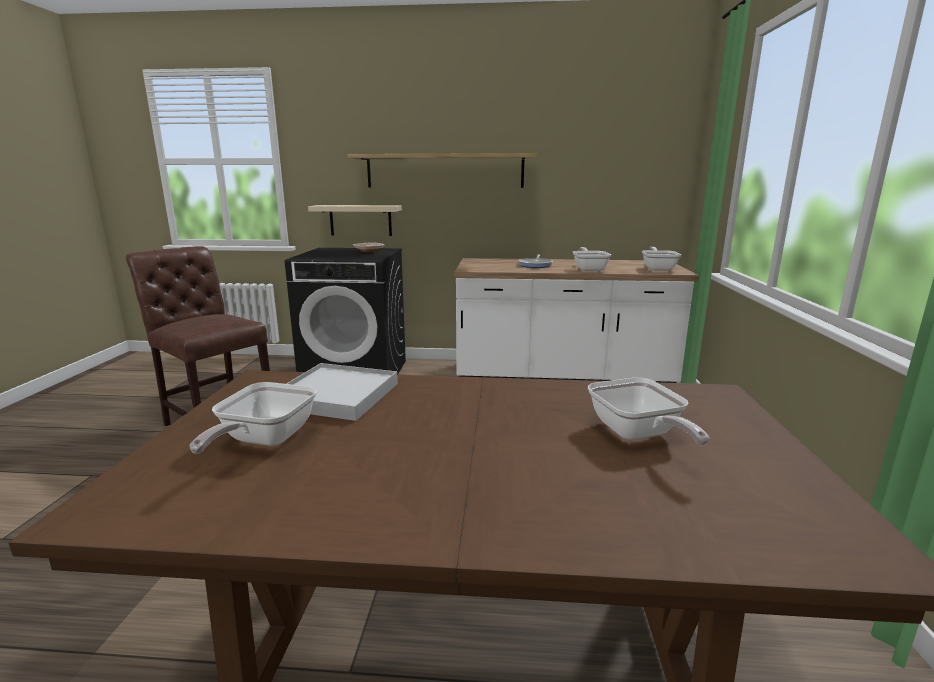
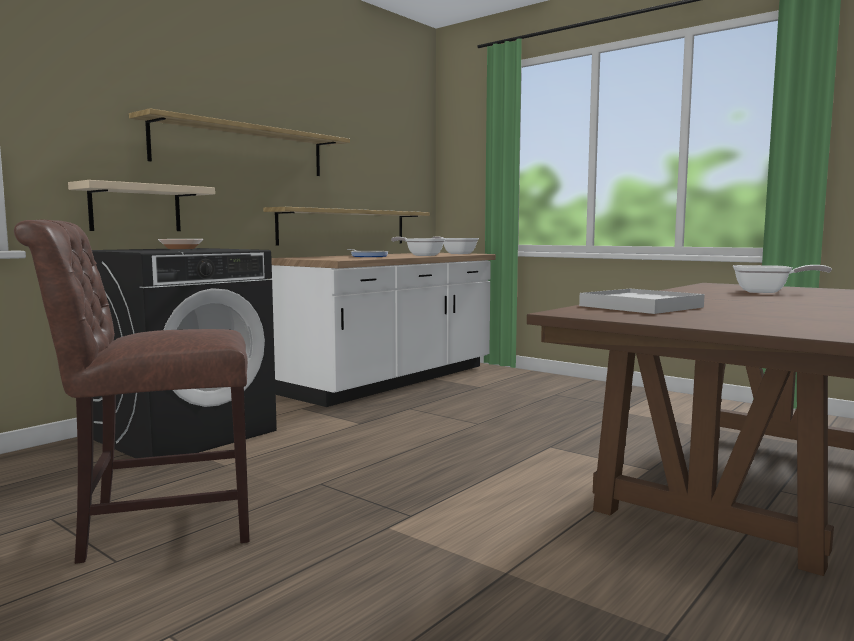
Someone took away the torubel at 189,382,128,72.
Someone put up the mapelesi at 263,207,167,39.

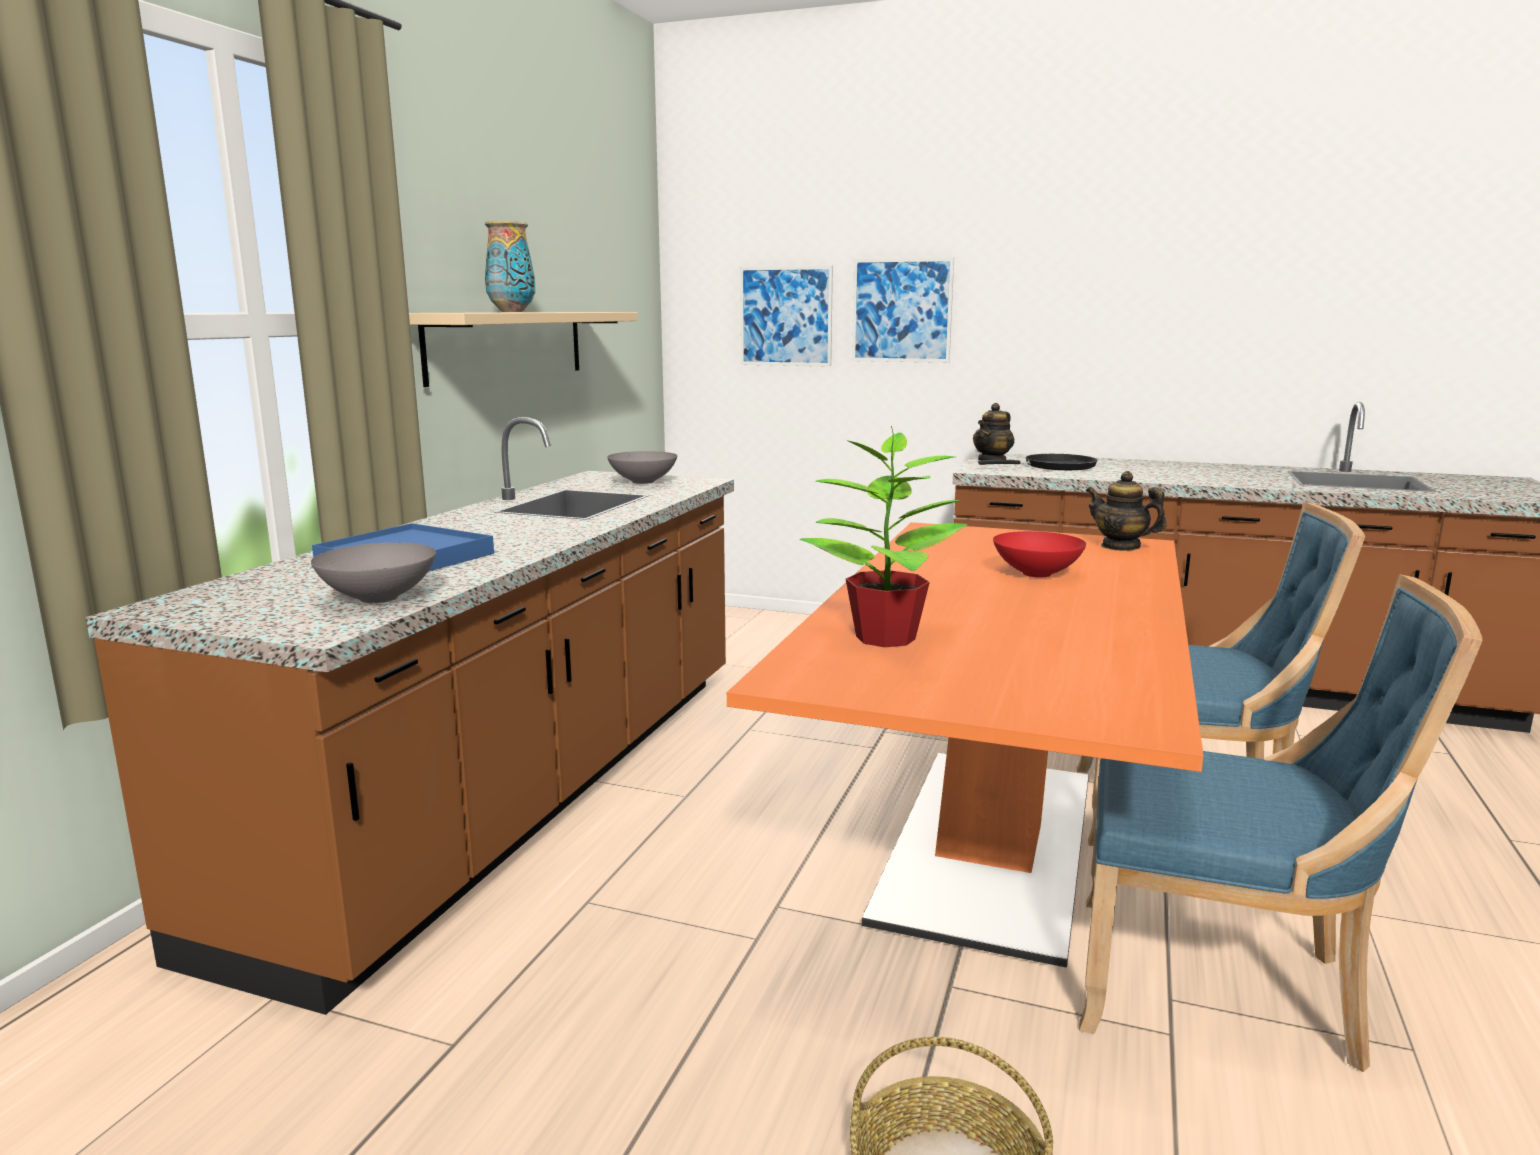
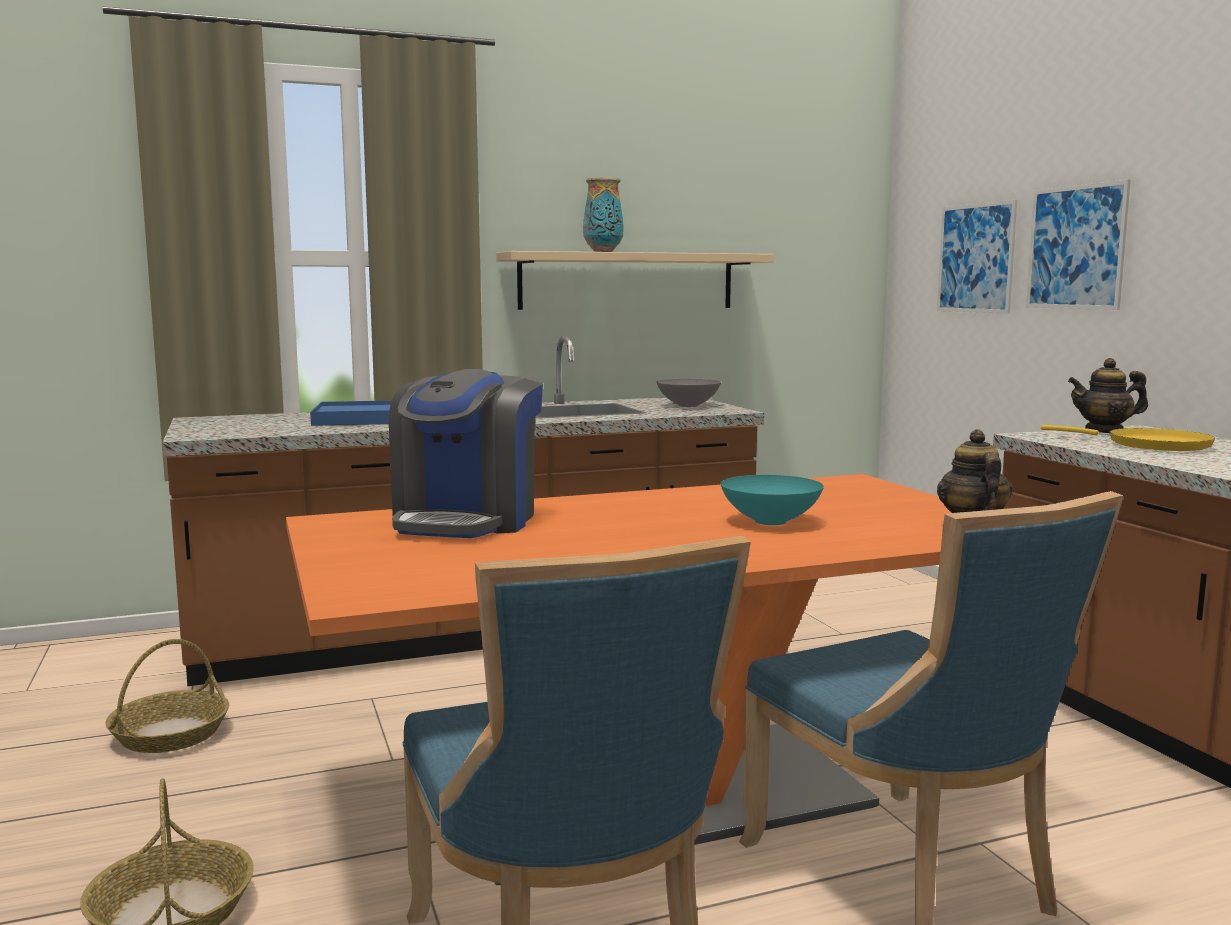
Someone took away the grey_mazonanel at 311,543,125,60.
Someone swapped the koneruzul at 800,426,168,221 for the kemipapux at 389,369,154,169.
Someone repainted the black_torubel at 978,454,119,16, which became the yellow_torubel at 1041,425,174,26.
Someone repainted the red_mazonanel at 993,531,93,46, which became the turquoise_mazonanel at 721,475,103,50.
Someone put down the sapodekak at 105,639,124,114.

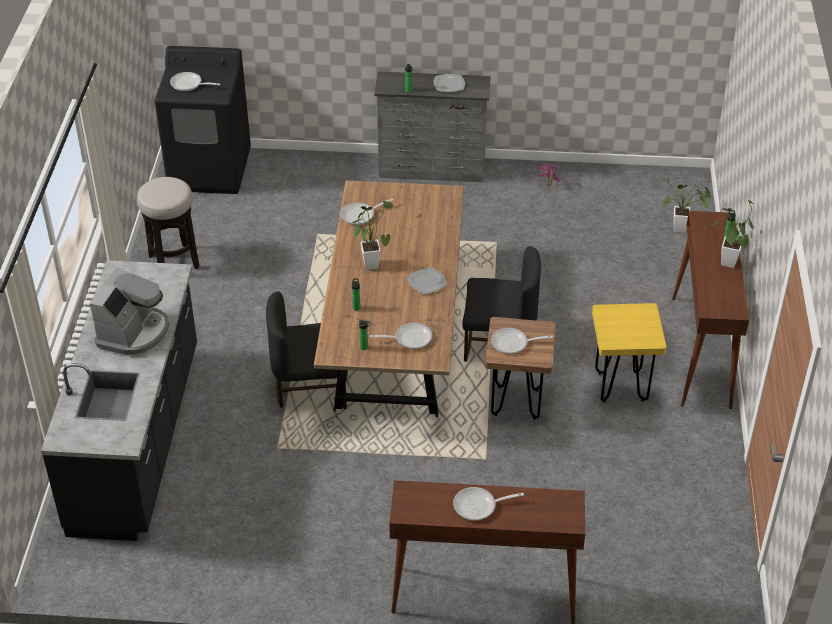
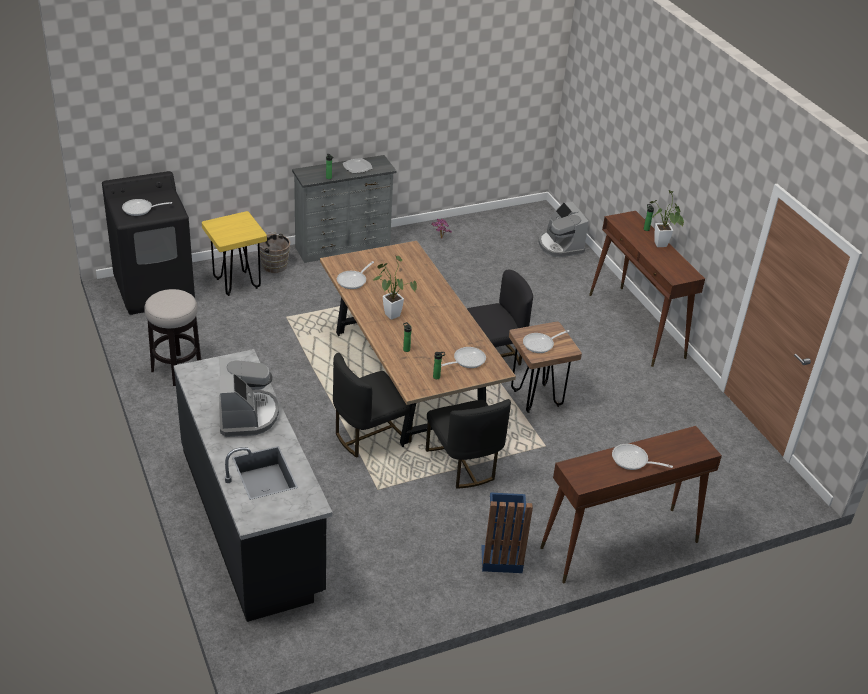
Someone took away the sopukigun at 407,267,40,27.
Someone rotated the torubel at 453,487,71,34 by 60 degrees clockwise.
Someone carried the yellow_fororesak from 592,303,75,99 to 202,211,65,85.
Someone swapped the koneruzul at 660,178,51,54 for the kemipapux at 539,202,50,55.
Someone put down the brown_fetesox at 256,232,34,41.
Someone put down the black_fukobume at 426,399,85,90.
Someone put down the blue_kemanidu at 481,492,52,81.

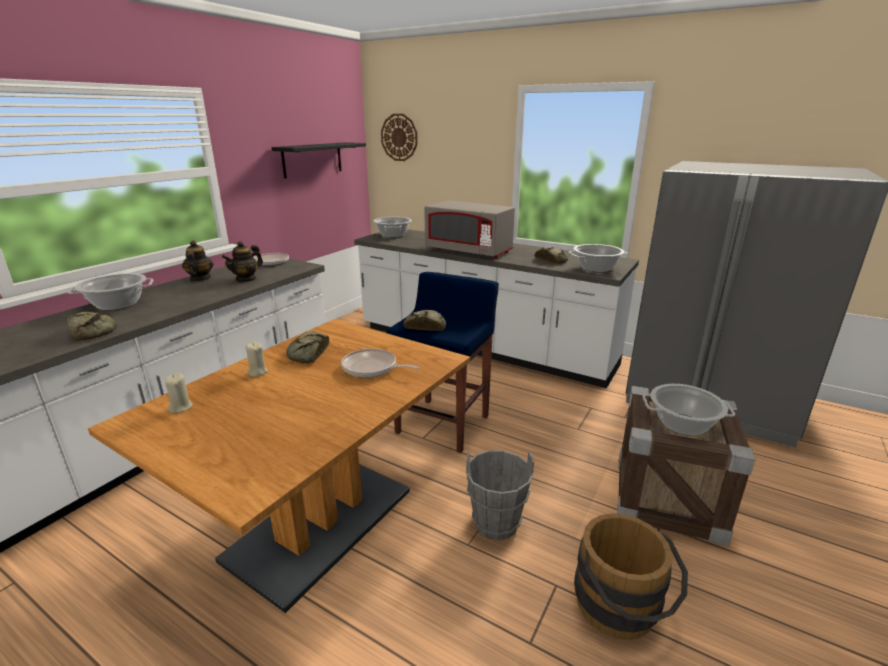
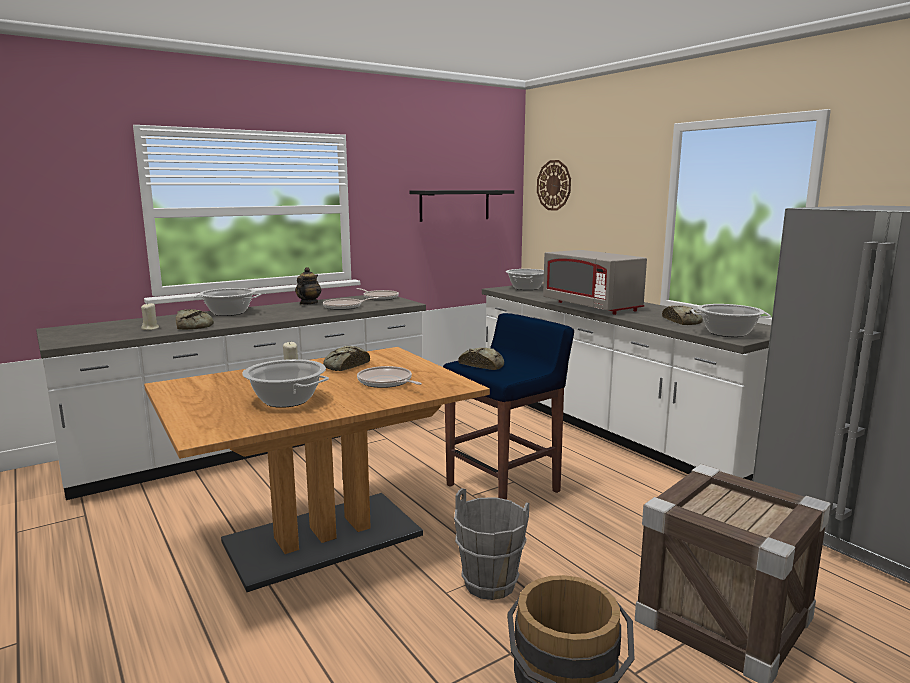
Someone carried the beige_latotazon from 165,373,28,40 to 141,303,18,27.
Someone swapped the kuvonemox at 222,241,41,41 for the torubel at 323,297,55,13.
Someone carried the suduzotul from 643,384,92,51 to 243,359,86,49.

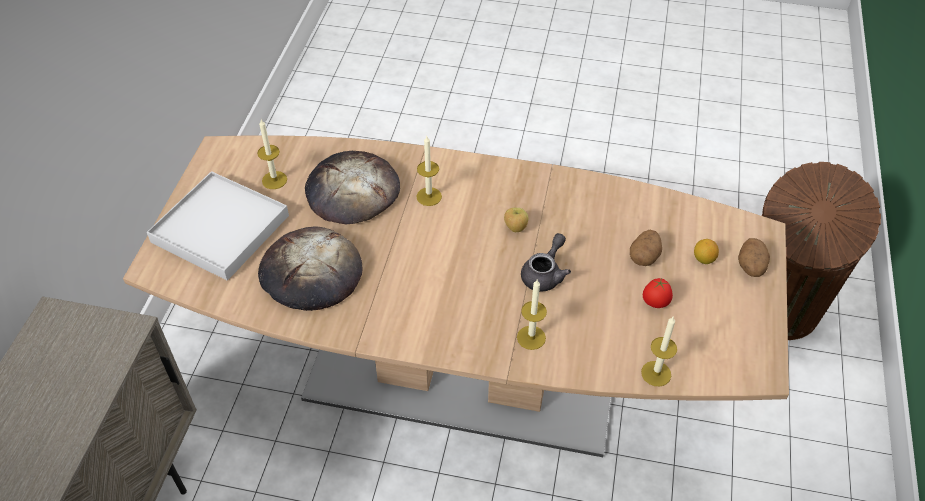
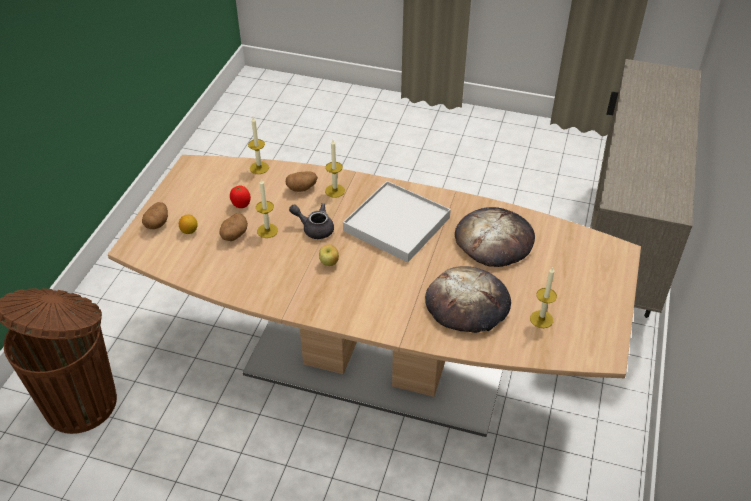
Someone carried the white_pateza from 147,171,142,110 to 343,181,108,81.
Someone carried the latotazon from 416,136,26,70 to 256,179,22,59.
Someone rotated the grey_kuvonemox at 521,233,50,58 by 75 degrees clockwise.
Someone put down the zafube at 286,171,32,21.

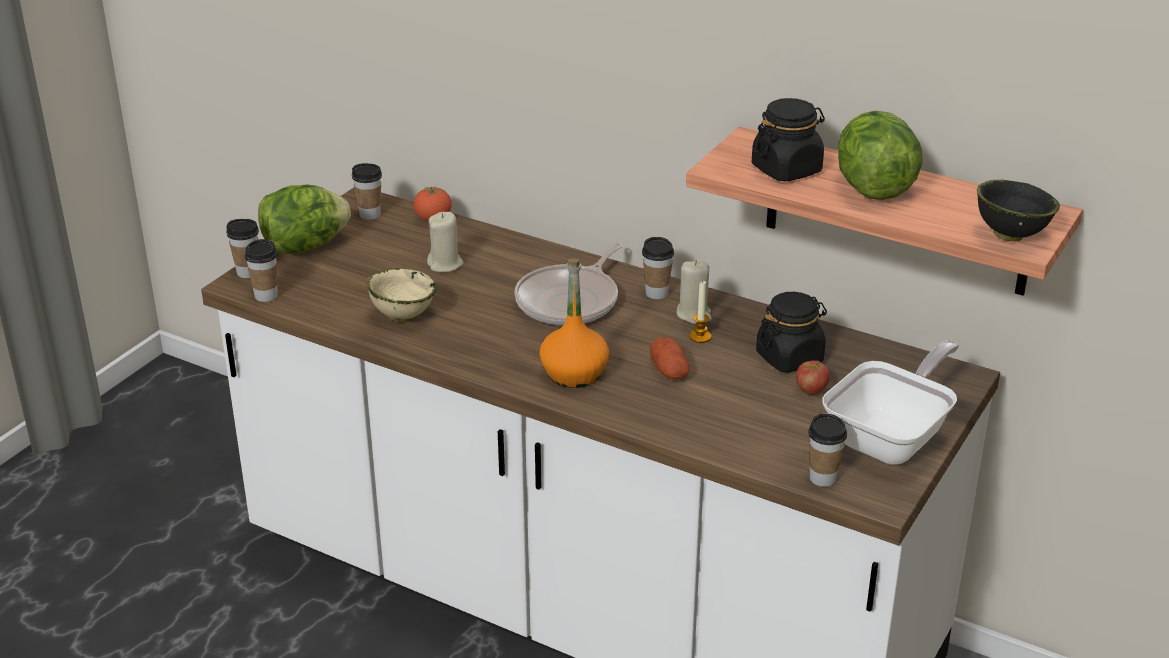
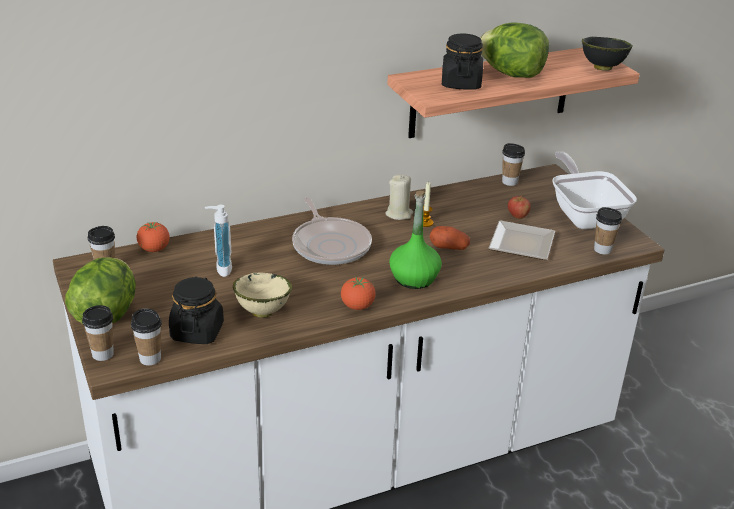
Someone swapped the beige_latotazon at 427,212,37,60 for the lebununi at 205,205,27,72.
Someone repainted the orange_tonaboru at 540,258,69,130, which became the green_tonaboru at 389,191,53,98.
Someone carried the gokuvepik from 642,237,32,62 to 502,143,23,43.
Someone carried the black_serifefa from 756,292,71,81 to 169,277,55,67.
Someone put down the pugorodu at 341,276,35,34.
Someone put down the sopukigun at 488,221,67,39.

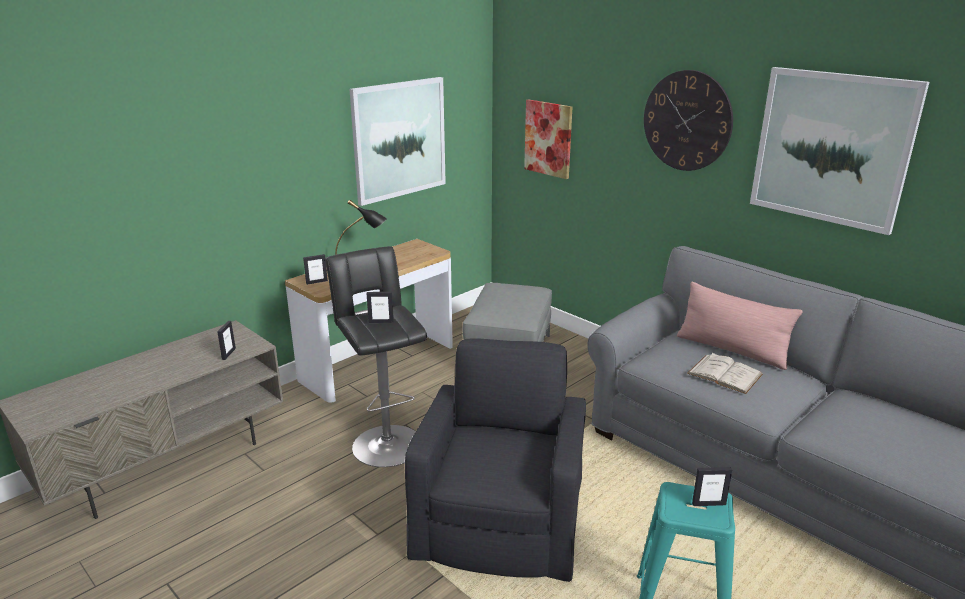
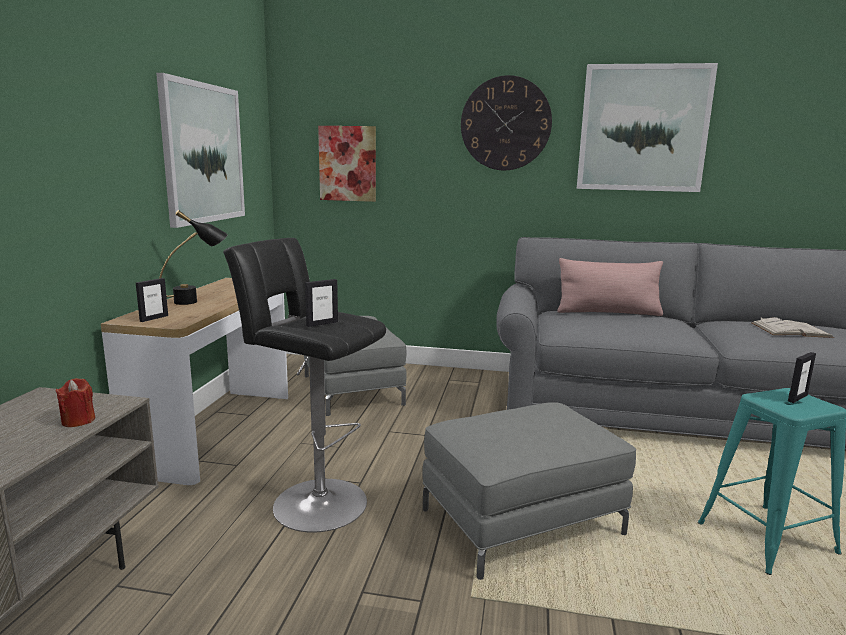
Someone swapped the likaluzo at 217,321,19,39 for the red_latotazon at 55,378,40,49.
Someone swapped the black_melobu at 405,338,181,244 for the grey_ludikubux at 422,402,214,178.
Someone carried the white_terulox from 687,353,76,41 to 752,317,82,21.

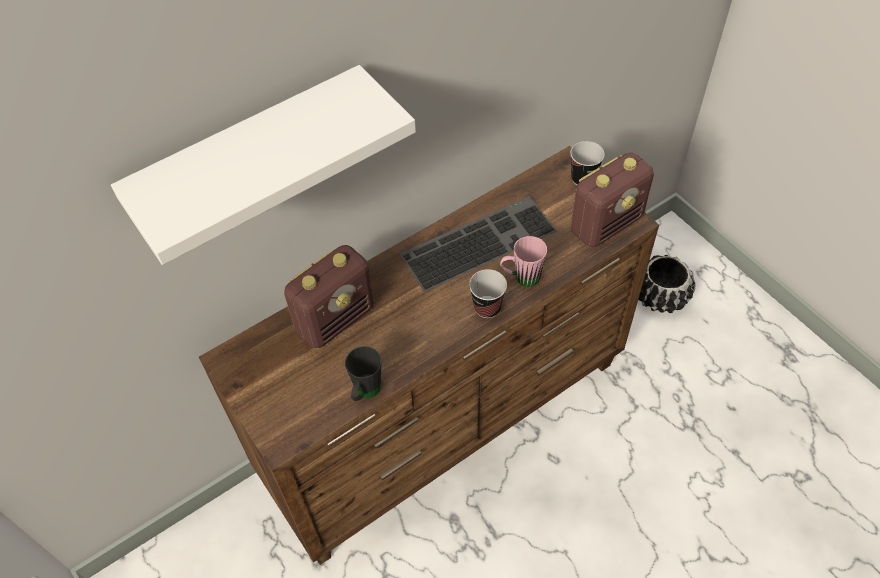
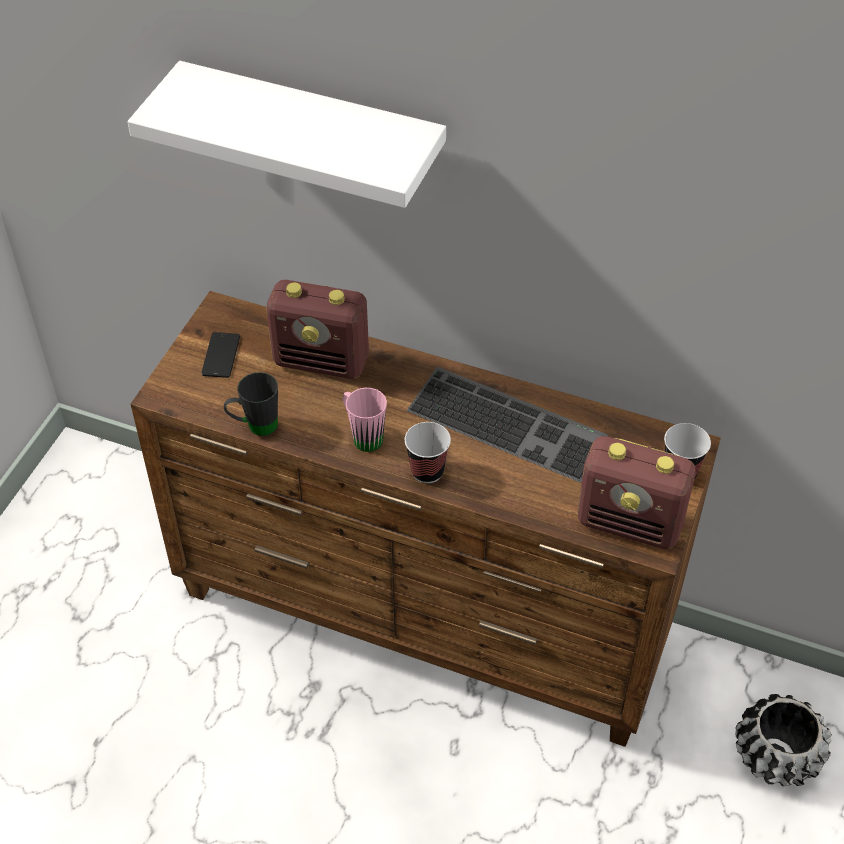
Someone carried the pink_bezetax from 500,236,47,51 to 343,388,44,64.
Someone put down the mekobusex at 201,332,39,46.

